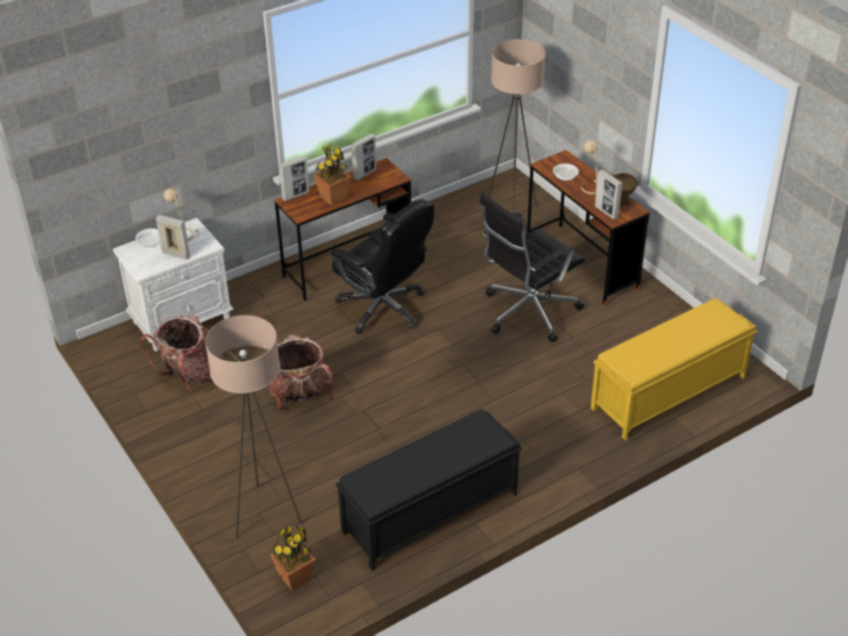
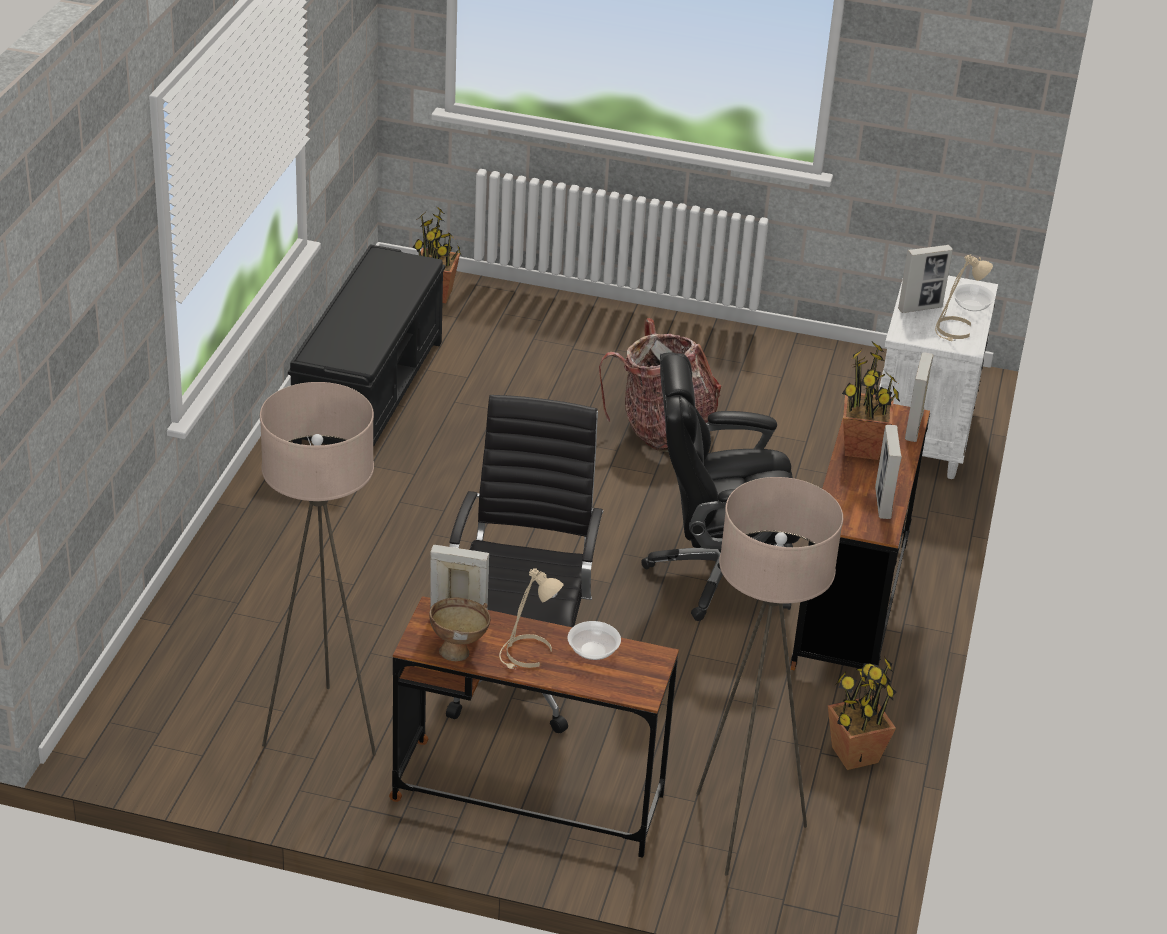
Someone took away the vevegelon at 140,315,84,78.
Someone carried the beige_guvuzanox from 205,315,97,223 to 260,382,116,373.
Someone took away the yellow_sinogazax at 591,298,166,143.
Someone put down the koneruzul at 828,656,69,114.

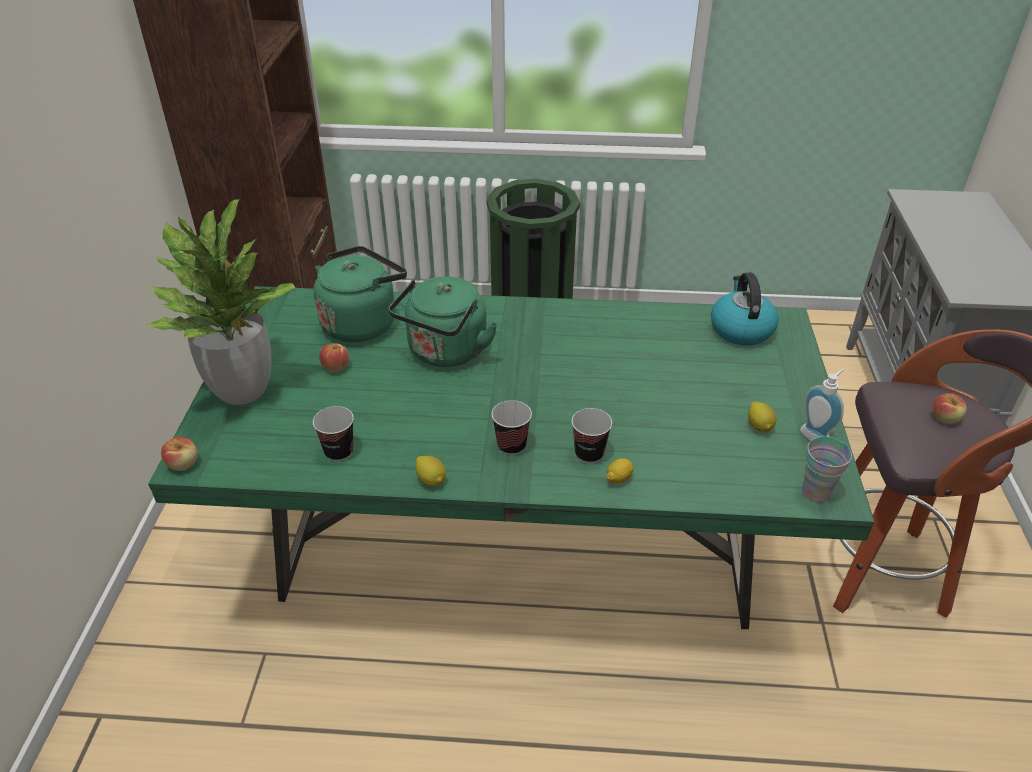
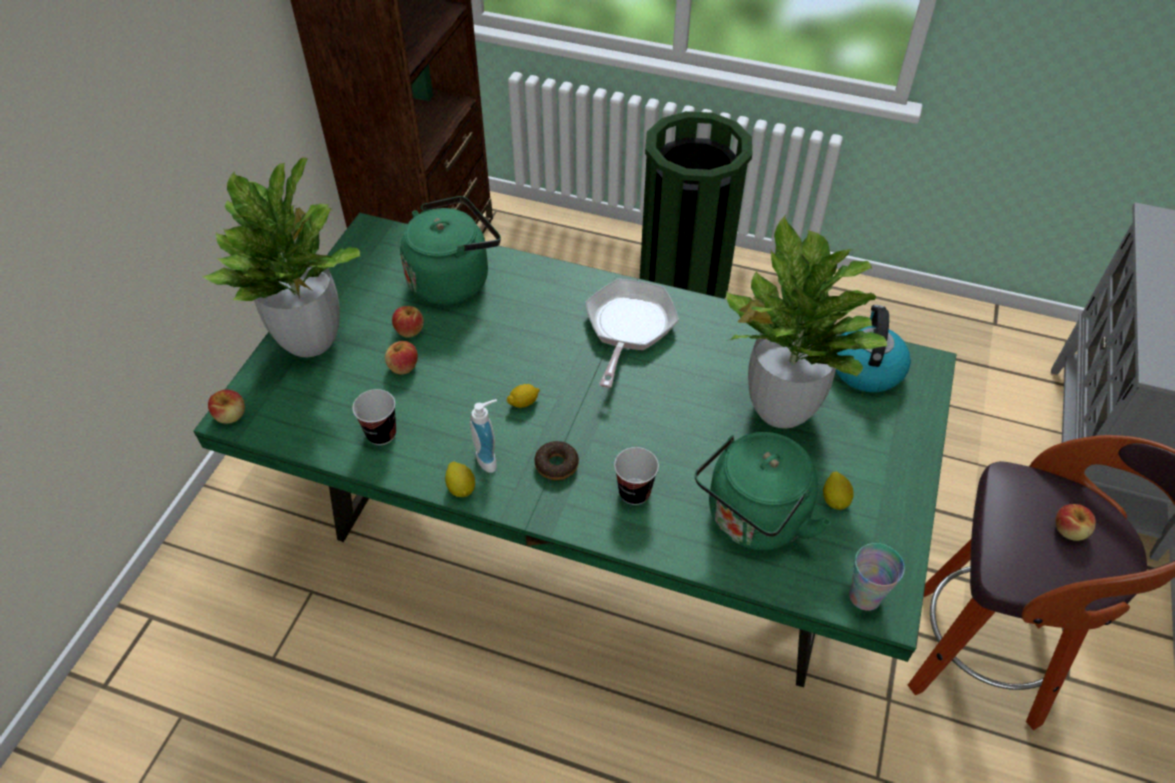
Someone carried the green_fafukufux from 389,276,108,91 to 695,432,136,119.
Someone swapped the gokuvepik at 492,400,40,55 for the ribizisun at 535,441,44,39.
Someone carried the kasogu from 606,458,28,26 to 506,384,34,24.
Someone carried the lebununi from 800,369,44,72 to 470,399,27,74.
Someone put down the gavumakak at 385,341,33,34.
Someone put down the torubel at 585,279,94,109.
Someone put down the koneruzul at 726,215,161,214.

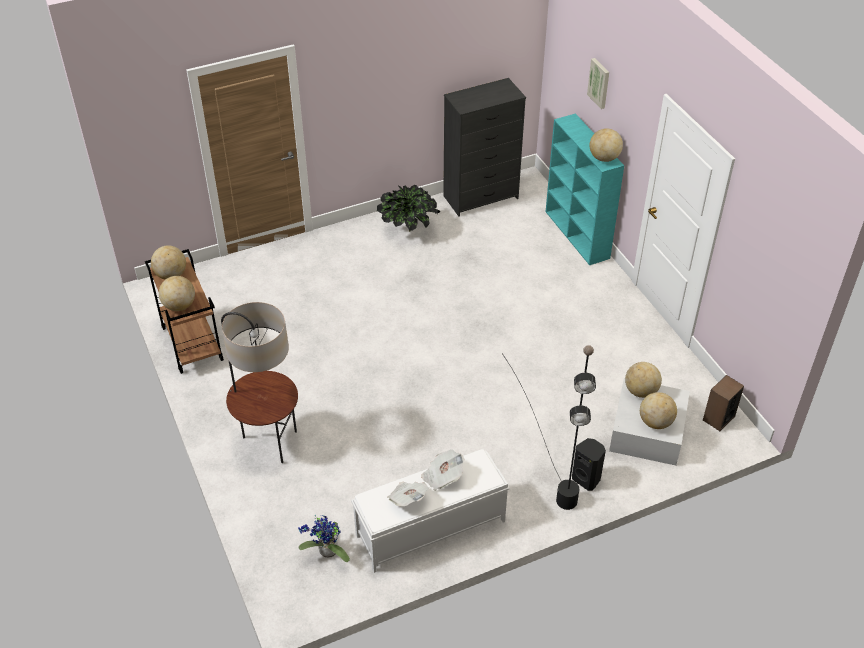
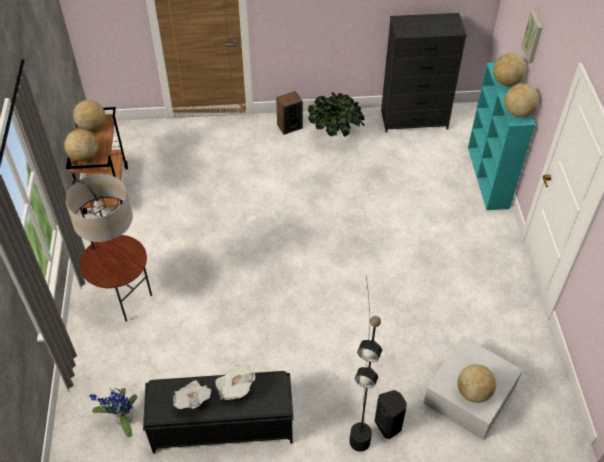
Someone repainted the white_sinogazax at 351,449,159,124, which became the black_sinogazax at 143,371,151,83.
Someone carried the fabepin from 625,362,37,36 to 493,53,34,33.
Someone carried the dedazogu from 703,375,41,56 to 276,91,27,44.

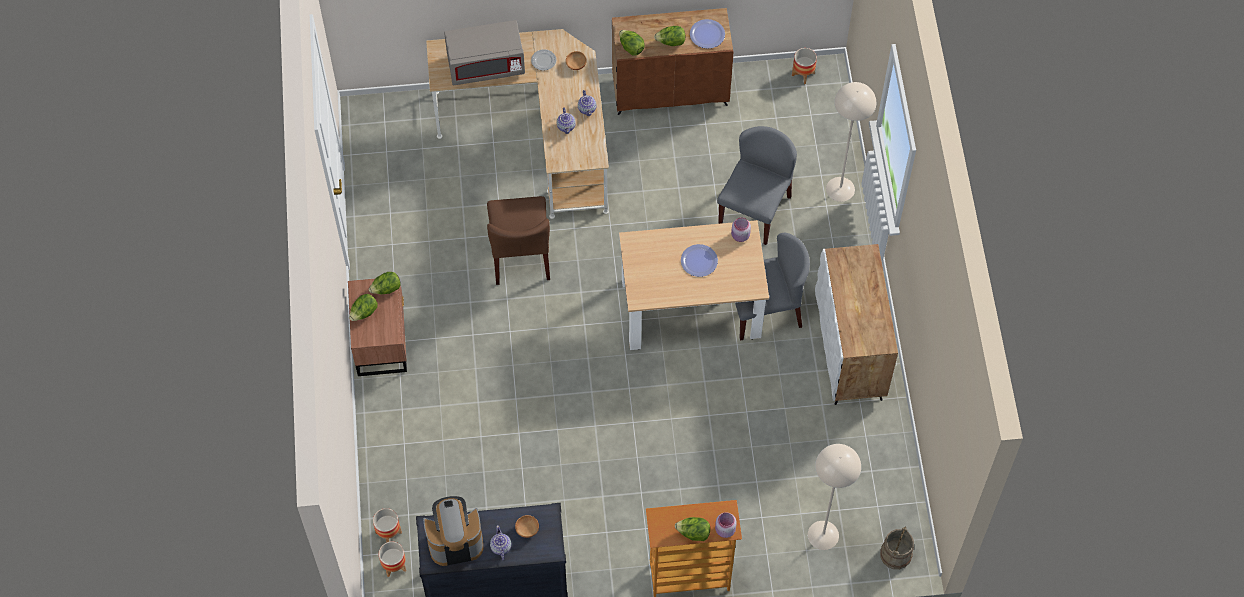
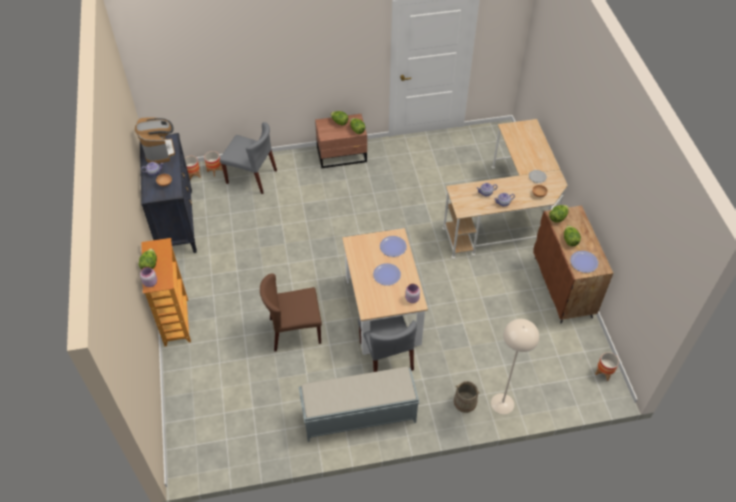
Someone took away the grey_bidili at 444,20,81,65.
Someone carried the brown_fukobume from 487,196,63,89 to 260,274,62,78.
Someone carried the grey_fukobume from 717,126,80,119 to 220,122,57,72.
Someone took away the beige_guvuzanox at 808,444,53,106.
Someone swapped the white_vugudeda at 815,244,83,161 for the grey_sinogazax at 299,367,120,75.
Someone carried the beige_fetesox from 880,526,34,43 to 454,381,26,32.
Someone put down the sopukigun at 380,236,27,21.

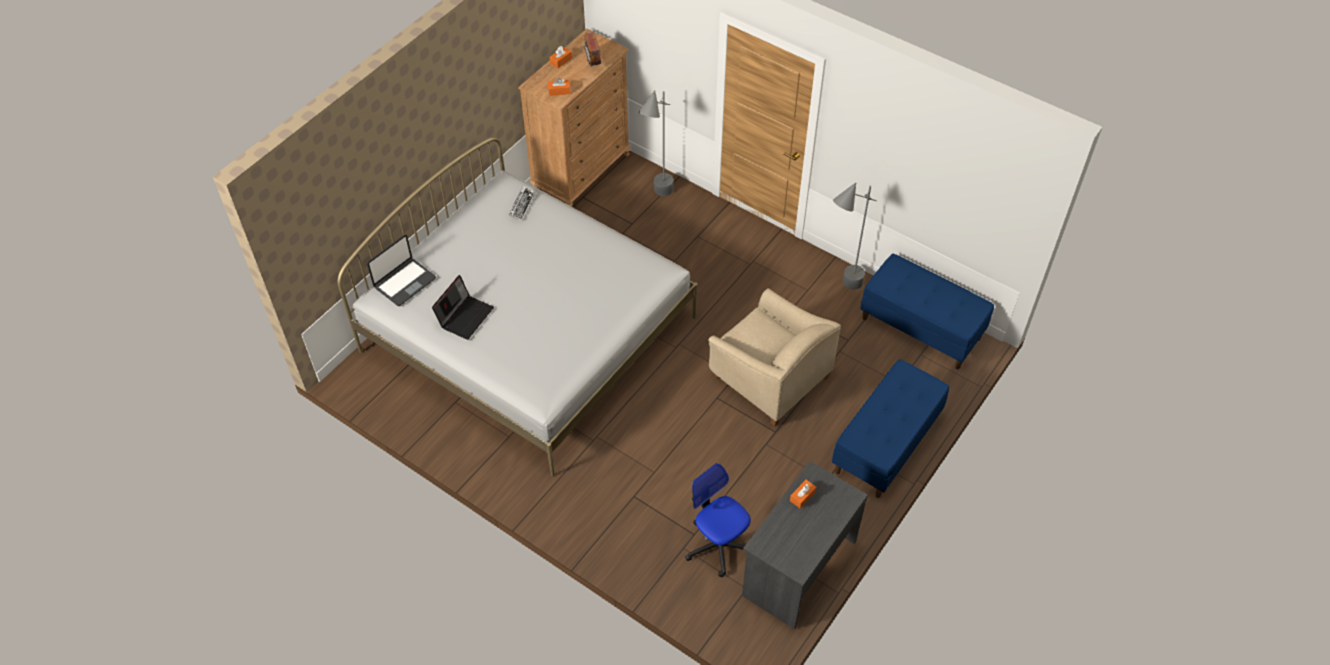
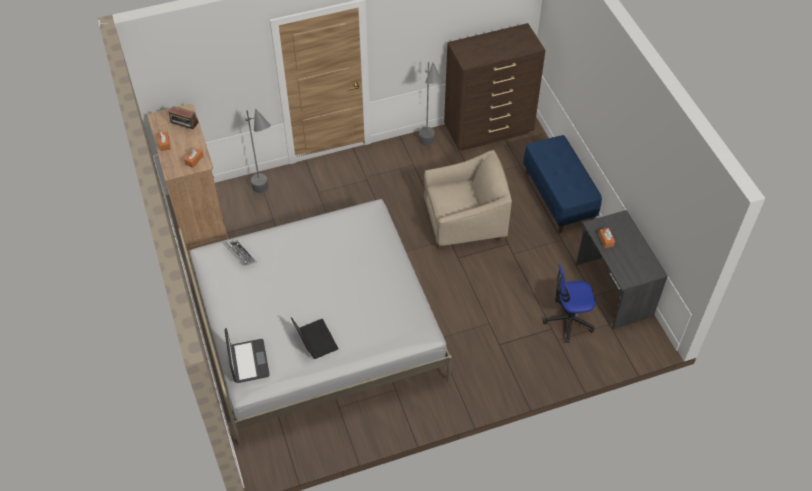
Someone swapped the blue_sinogazax at 860,254,134,115 for the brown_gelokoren at 444,23,101,128.

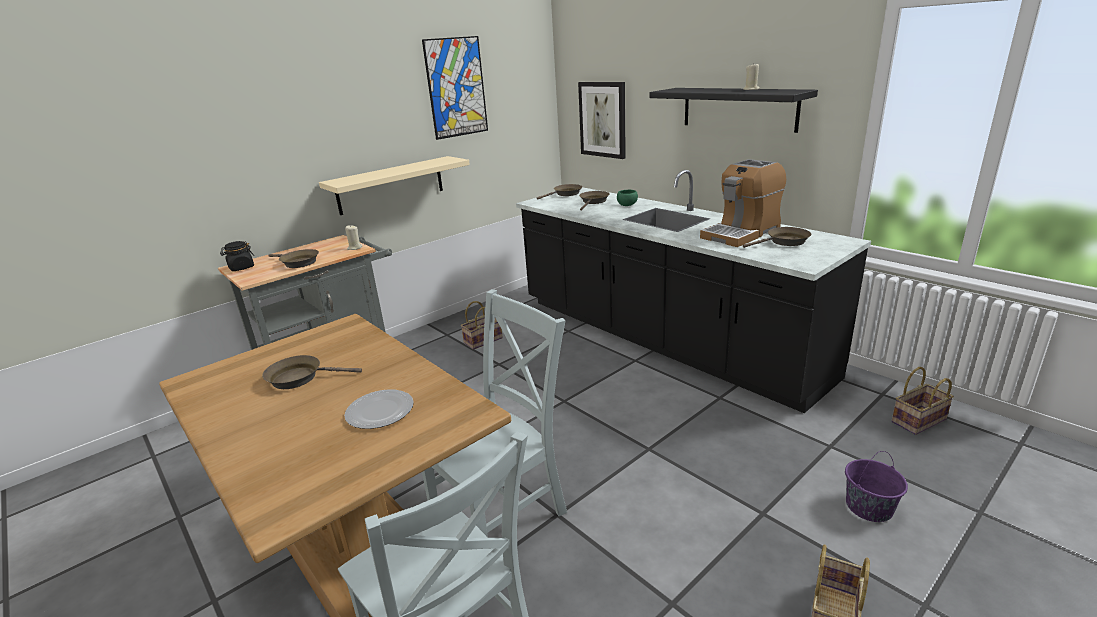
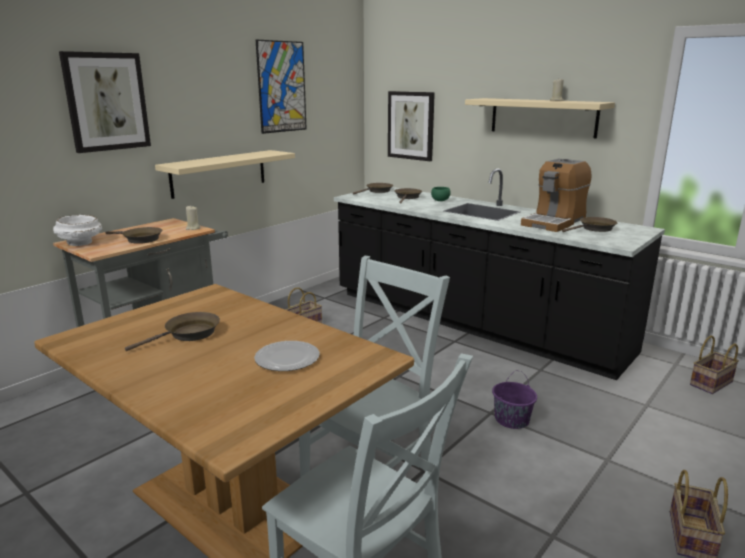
Someone swapped the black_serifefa at 220,241,34,30 for the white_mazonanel at 53,215,49,31.
Someone rotated the brown_torubel at 262,355,100,34 by 150 degrees clockwise.
Someone repainted the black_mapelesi at 650,88,168,45, which became the beige_mapelesi at 465,98,150,40.
Someone carried the purple_fetesox from 845,451,63,71 to 492,371,45,58.
Someone put up the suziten at 59,51,92,102.

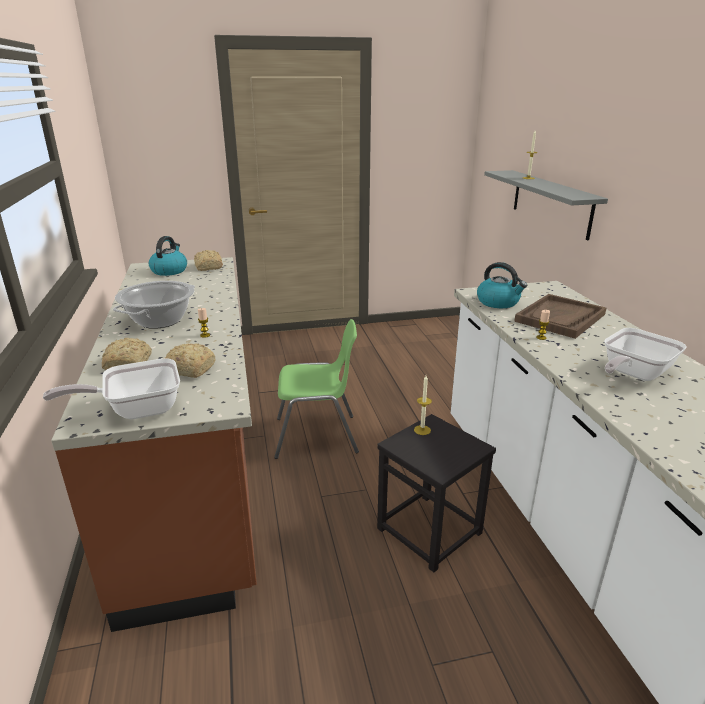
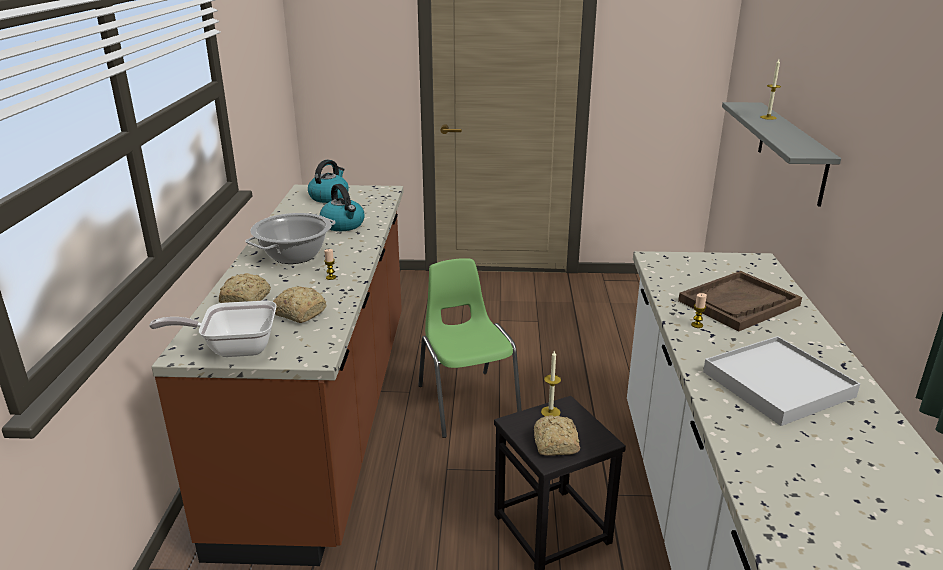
Someone carried the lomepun from 194,250,29,21 to 534,415,46,41.
Someone rotated the green_fukobume at 274,319,85,140 by 120 degrees counterclockwise.
Someone carried the fafukufux from 477,262,50,46 to 320,184,45,47.
Someone swapped the torubel at 604,328,83,53 for the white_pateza at 703,336,157,90.

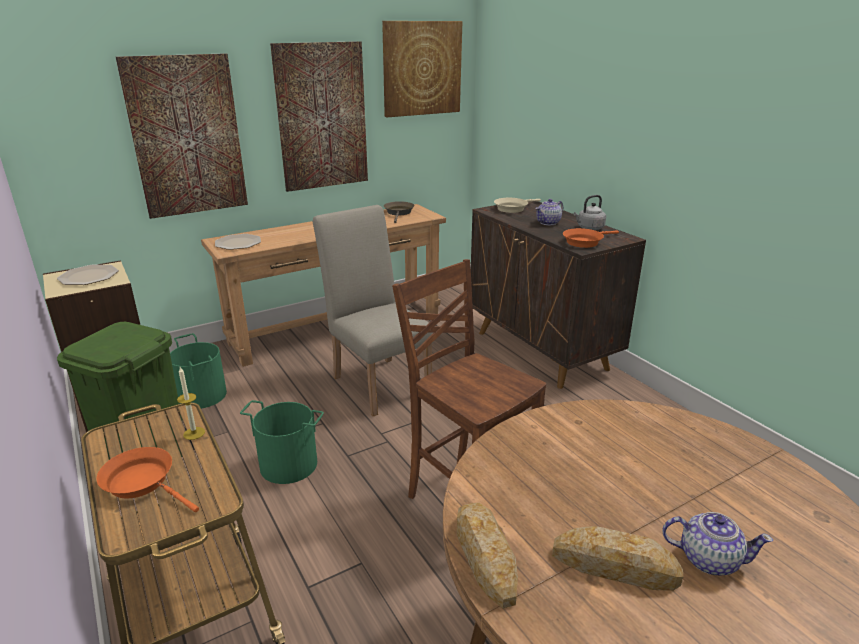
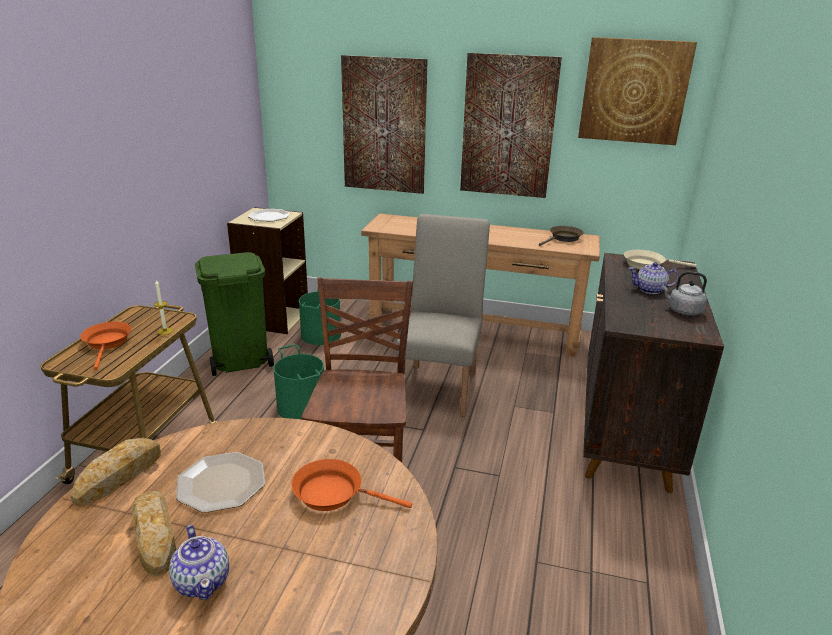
Someone carried the sopukigun from 215,234,46,16 to 176,452,89,61.
Someone carried the orange_torubel from 563,228,56,20 to 291,459,121,52.

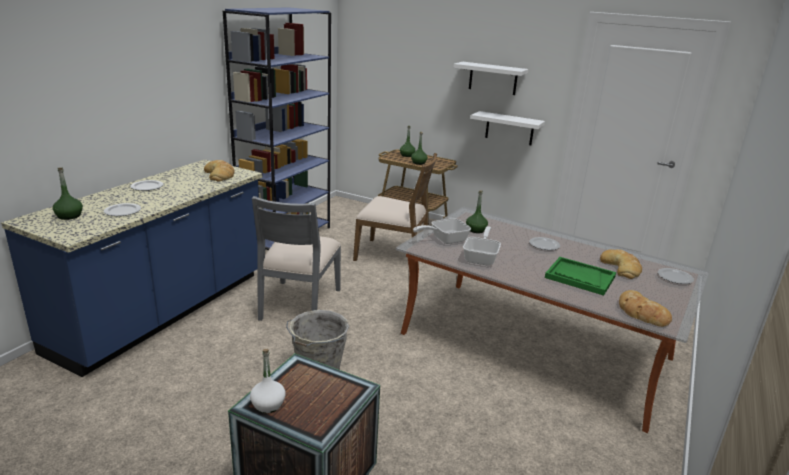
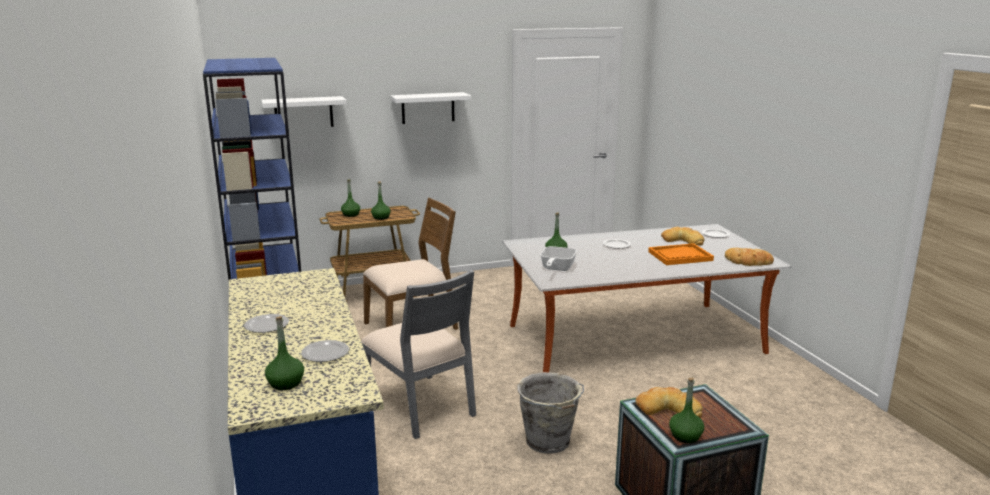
Someone carried the lomepun from 204,160,31,22 to 635,387,68,31.
Someone repainted the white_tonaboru at 250,349,36,64, which became the green_tonaboru at 669,378,35,65.
Someone took away the torubel at 463,226,38,40.
Someone carried the white_mapelesi from 471,111,74,34 to 261,96,86,31.
Someone repainted the green_pateza at 545,257,71,38, which became the orange_pateza at 648,243,66,22.

